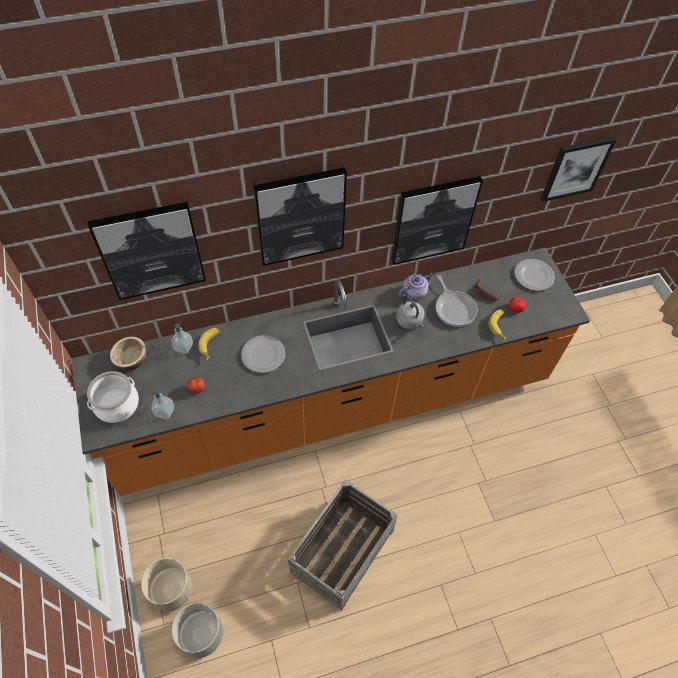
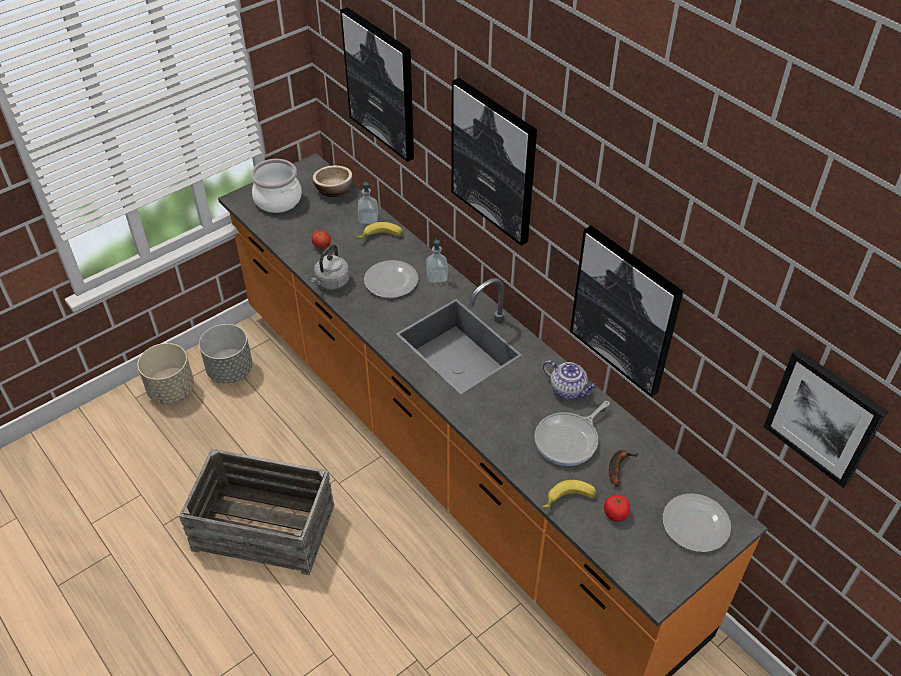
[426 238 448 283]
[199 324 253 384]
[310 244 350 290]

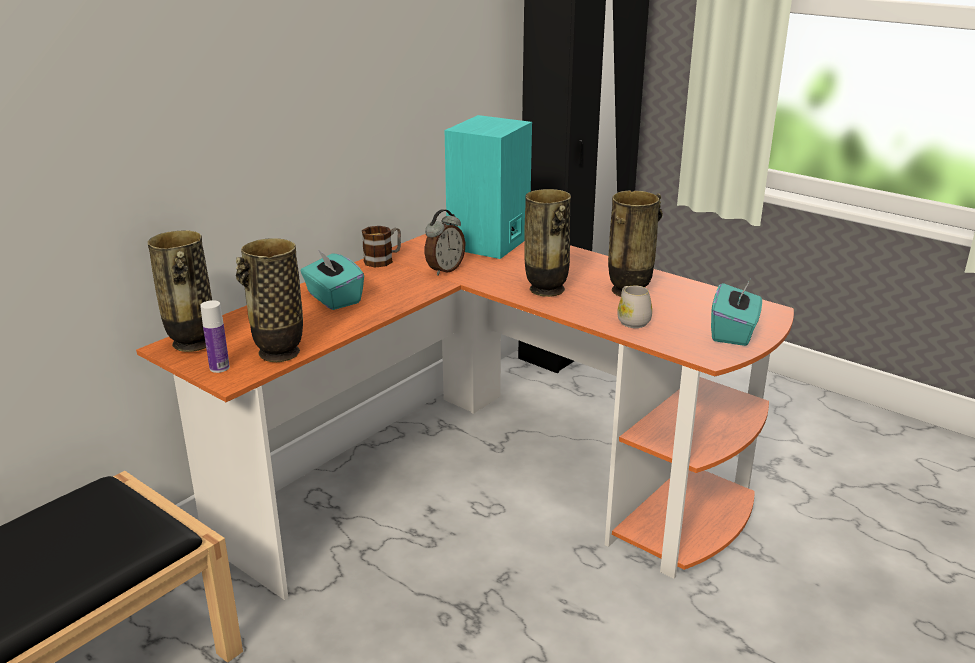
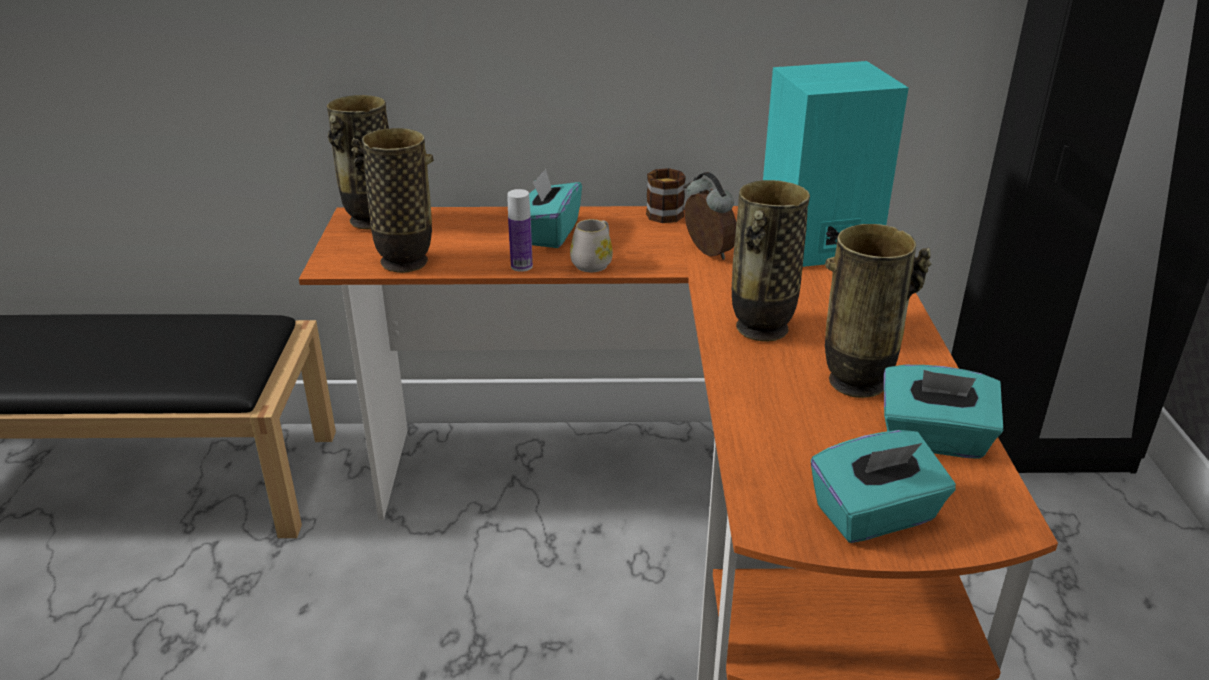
[884 365 1004 459]
[507 189 533 272]
[570 219 613 272]
[684 172 736 260]

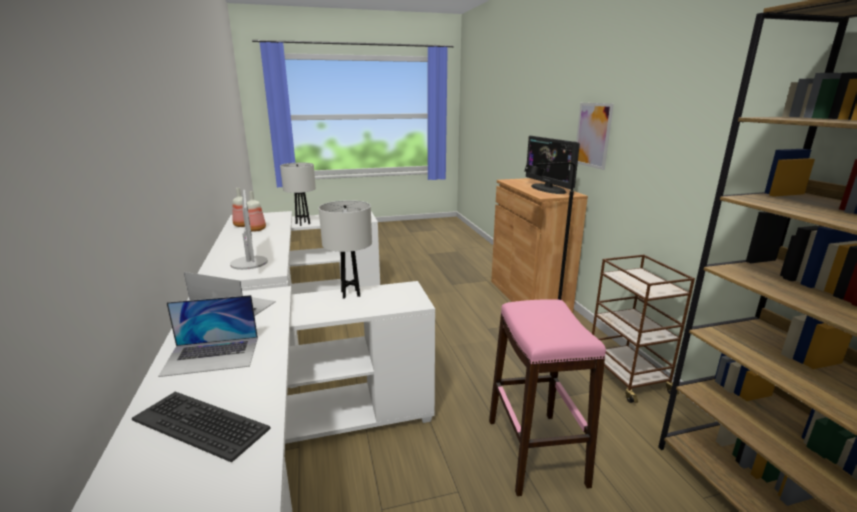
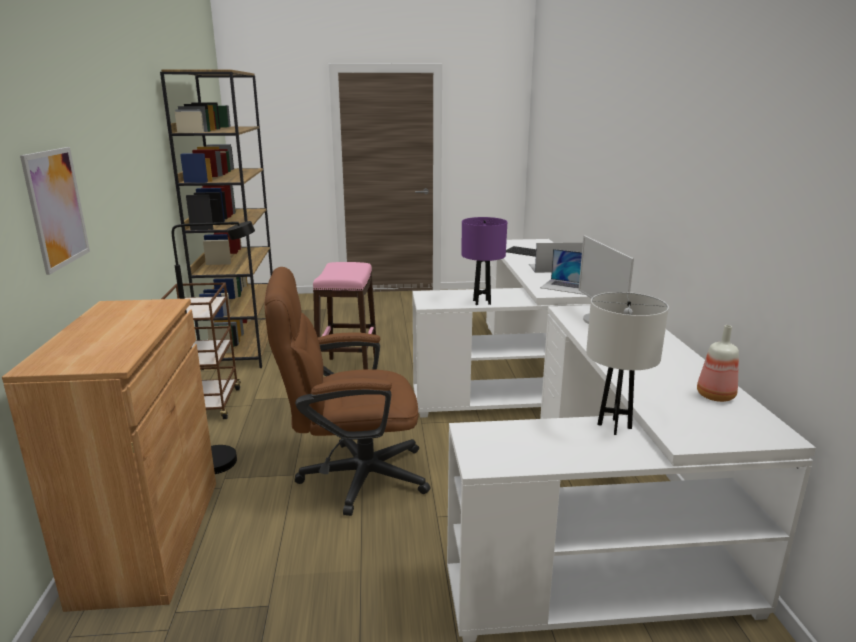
[247 191 266 232] (first image)
[526 136 580 194] (first image)
[264 267 430 516]
[461 217 507 305]

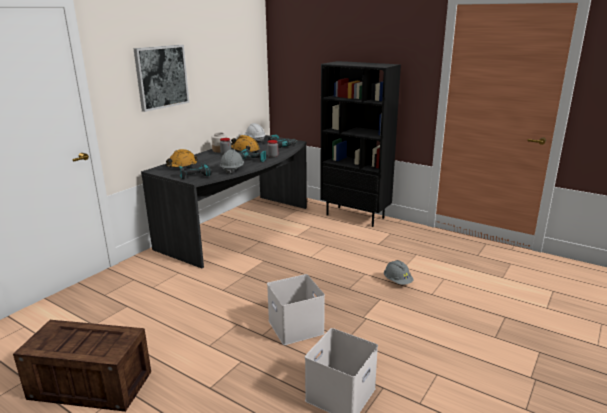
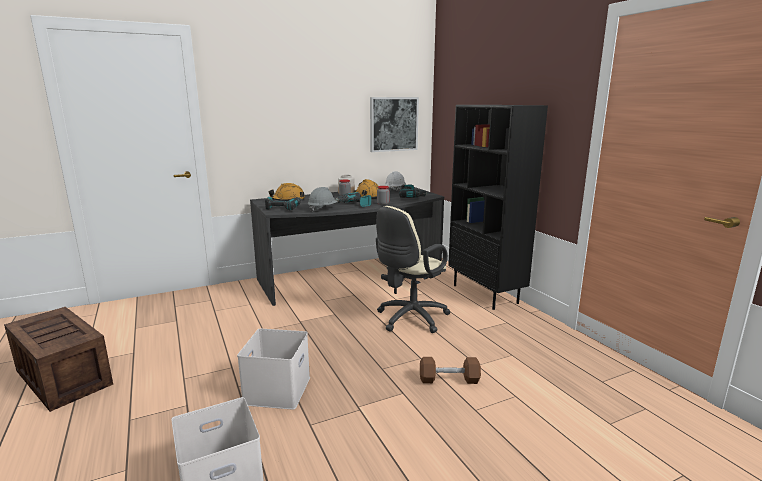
[376 206 451 333]
[370 97 419 152]
[420 357 481 384]

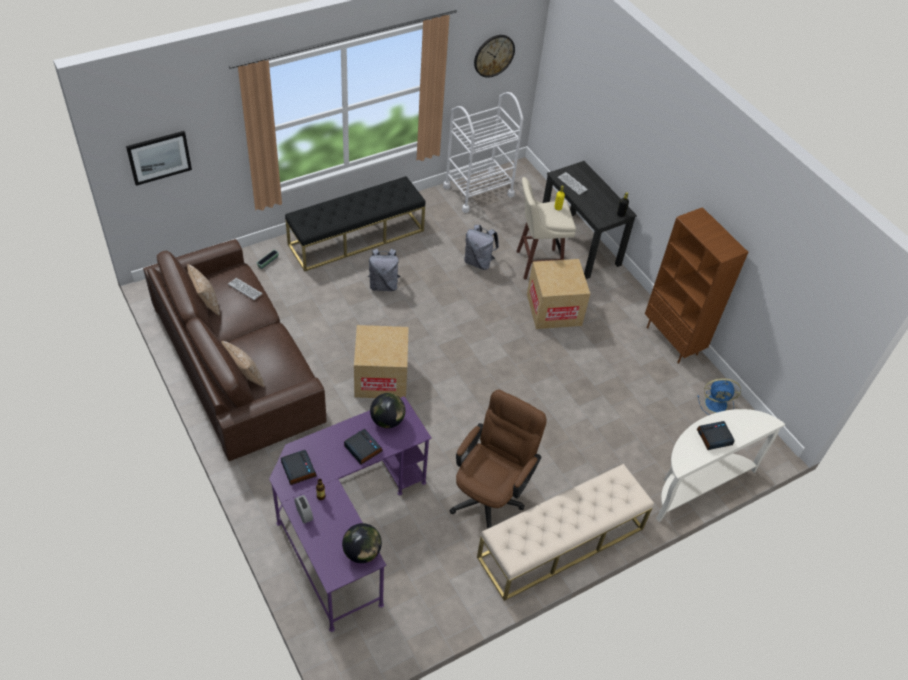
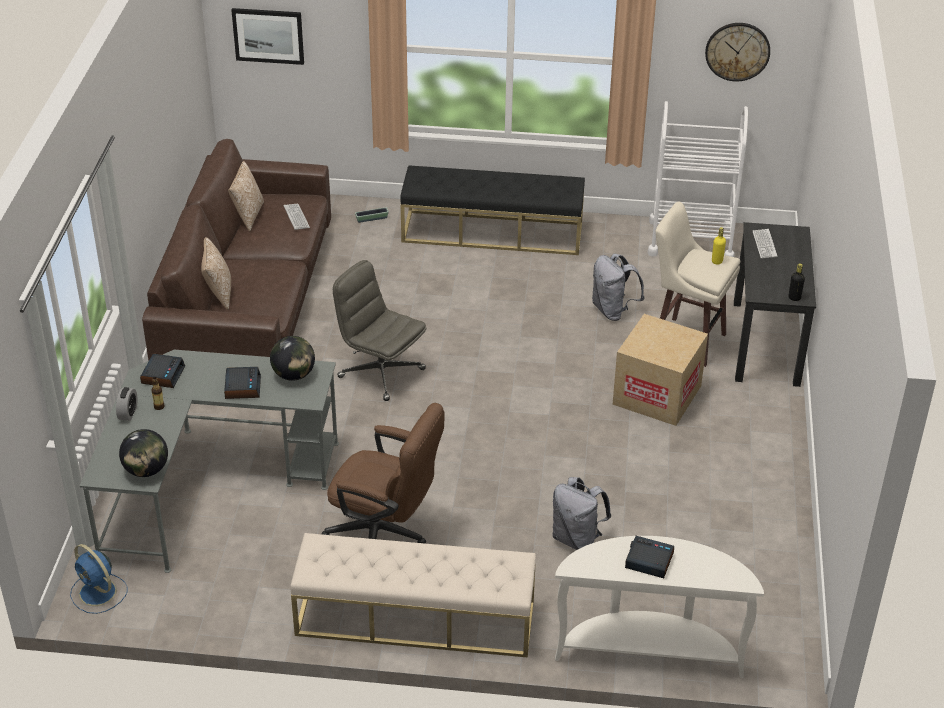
[645 207 748 364] (first image)
[552 477 611 550]
[70 544 127 614]
[333 260 426 401]
[80 350 339 573]
[322 403 445 544]

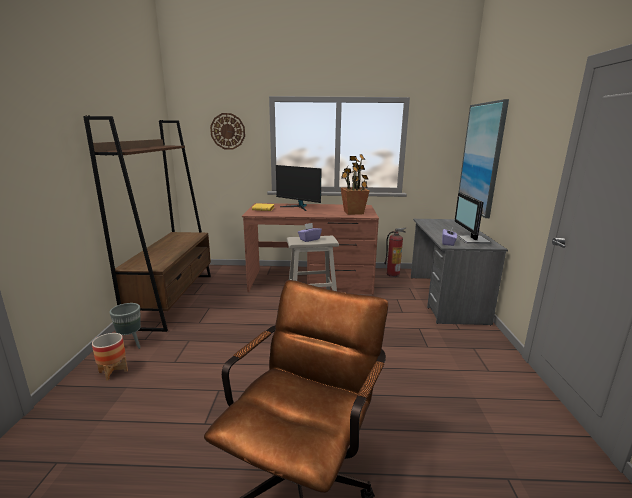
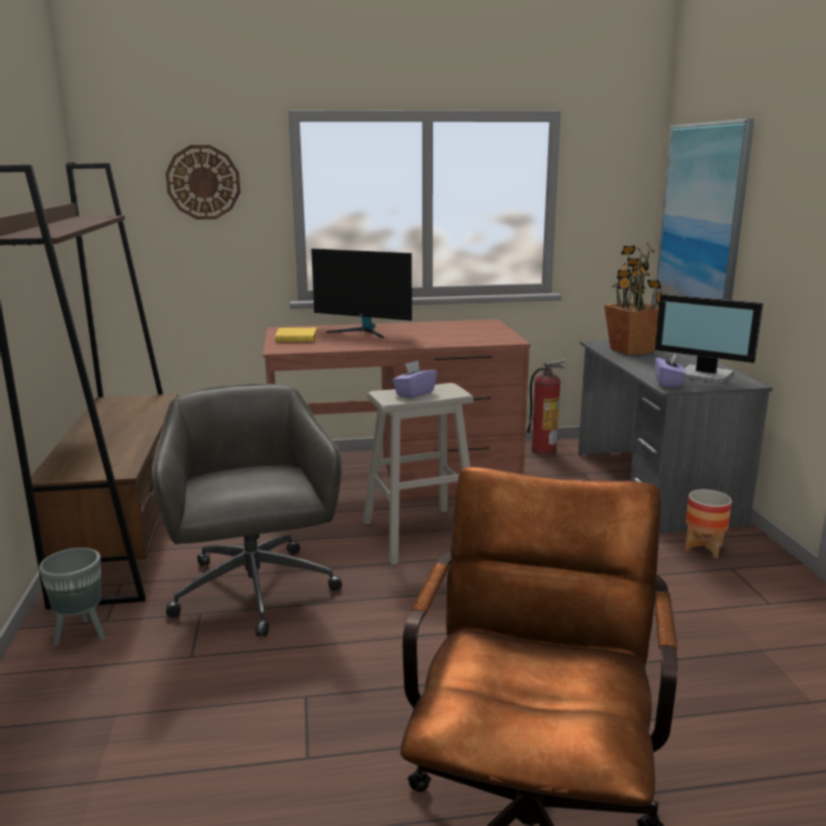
[152 384 342 637]
[685 489 732 558]
[604 243 662 355]
[655 294 763 383]

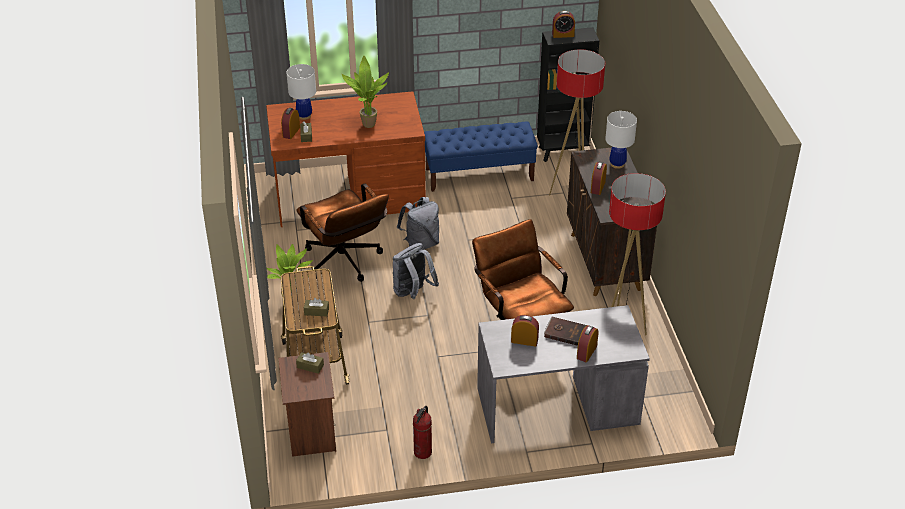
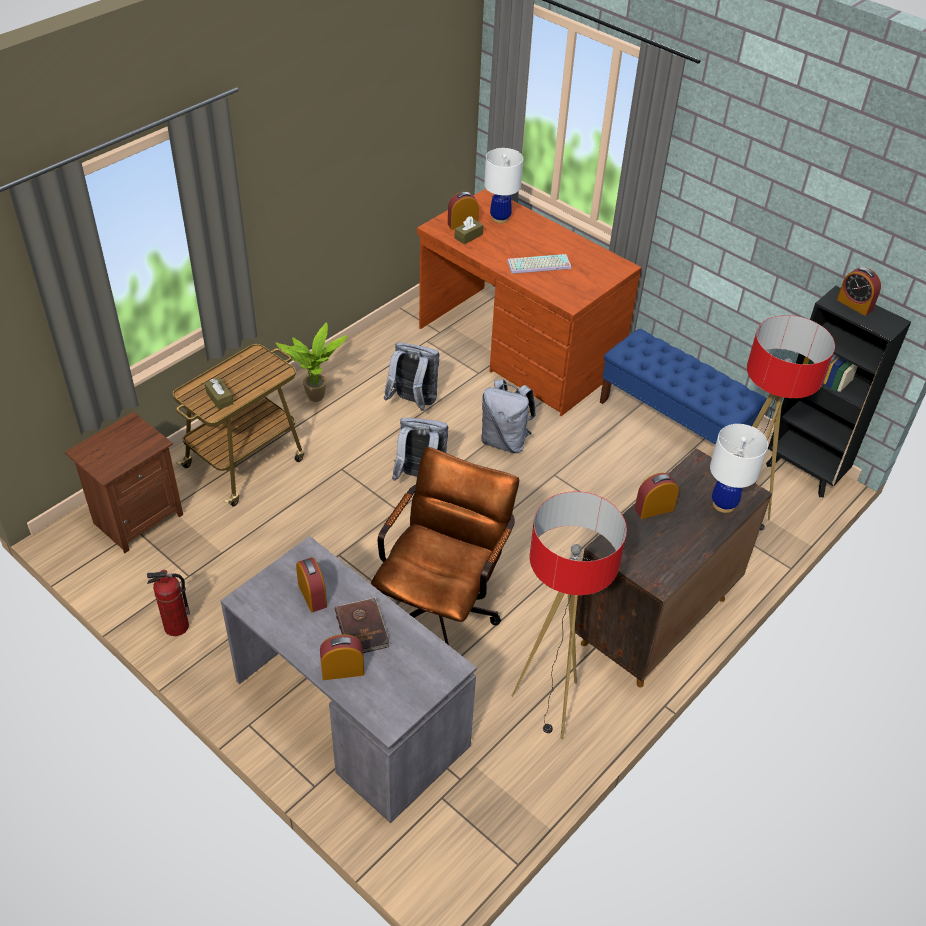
[296 352 324 374] (first image)
[384 343 440 411]
[507 254 571 274]

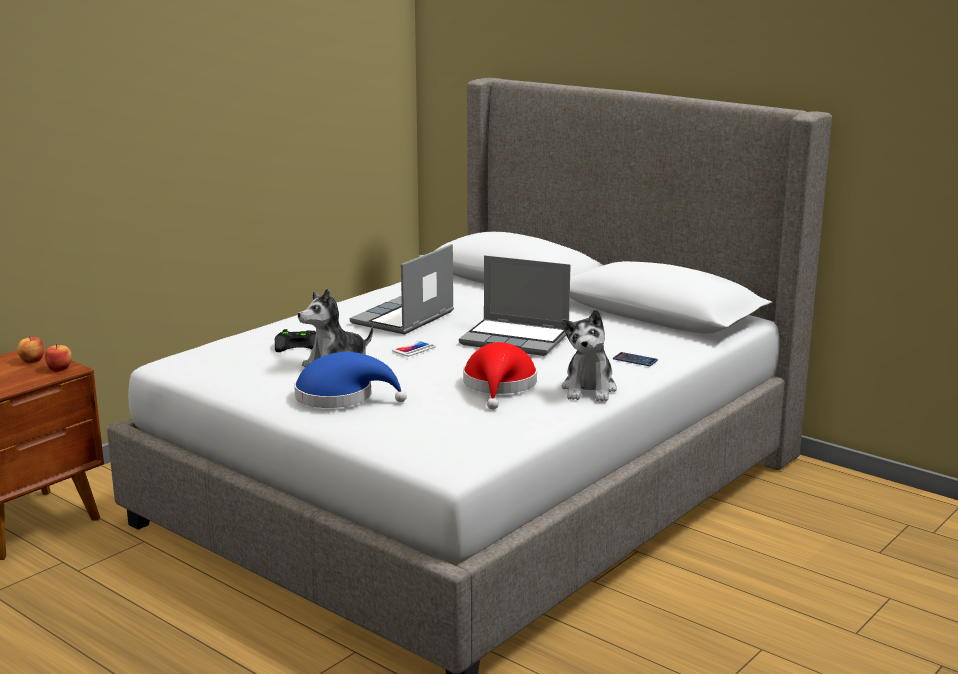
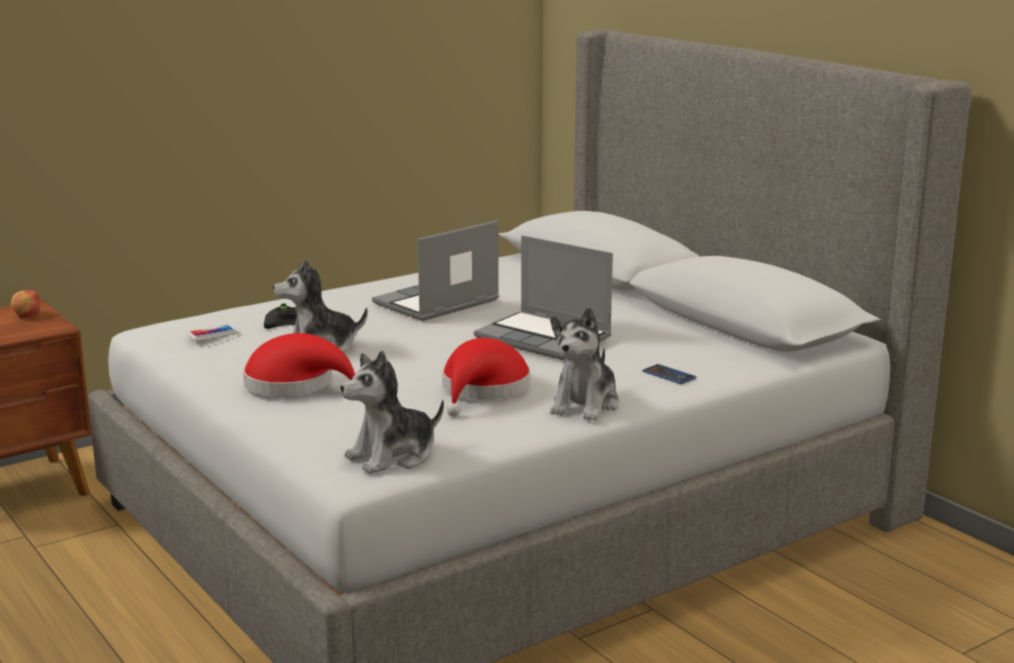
[45 344 72 372] (first image)
[340 351 444 474]
[186 324 240 341]
[243 333 355 396]

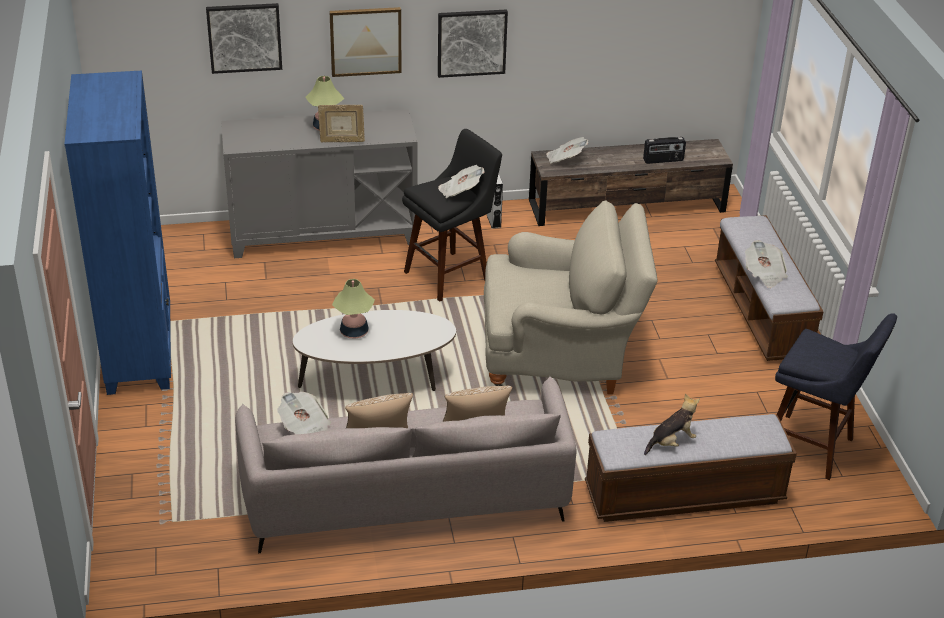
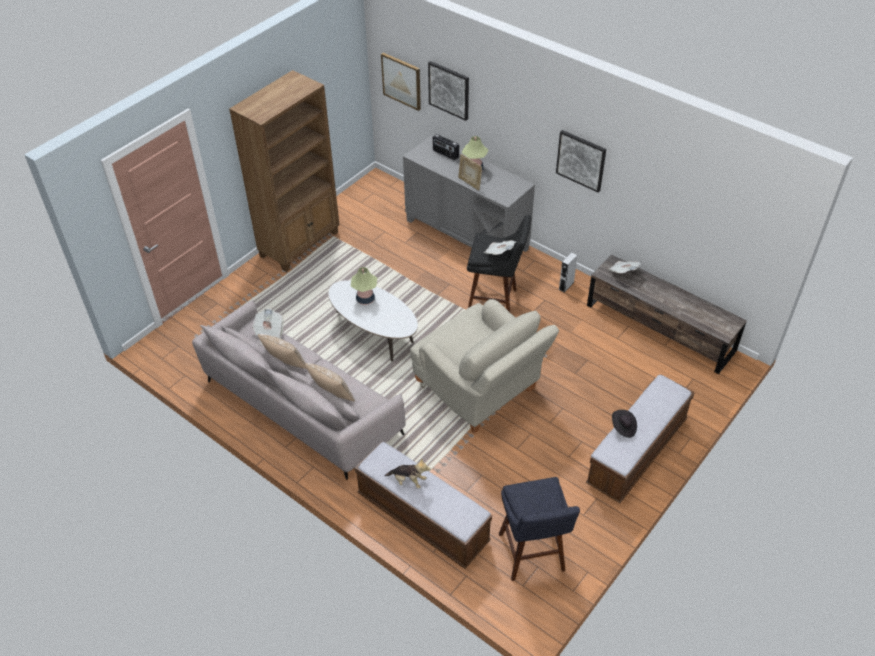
[381 53 421 111]
[433 134 459 160]
[612 410 637 438]
[229 70 339 272]

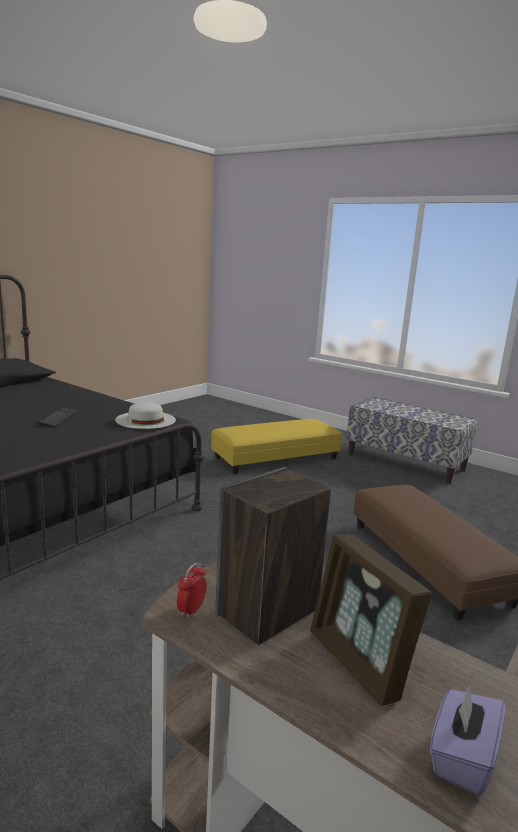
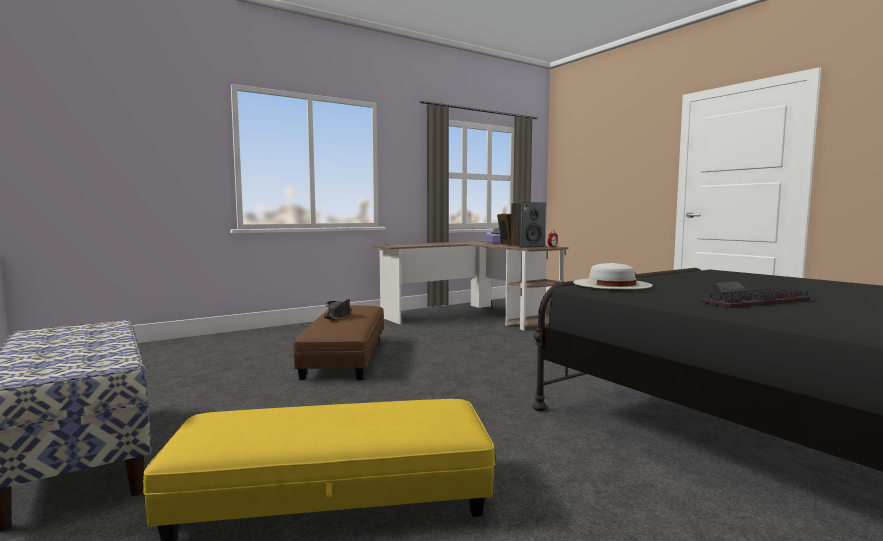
[323 299 352 320]
[700 287 810 308]

